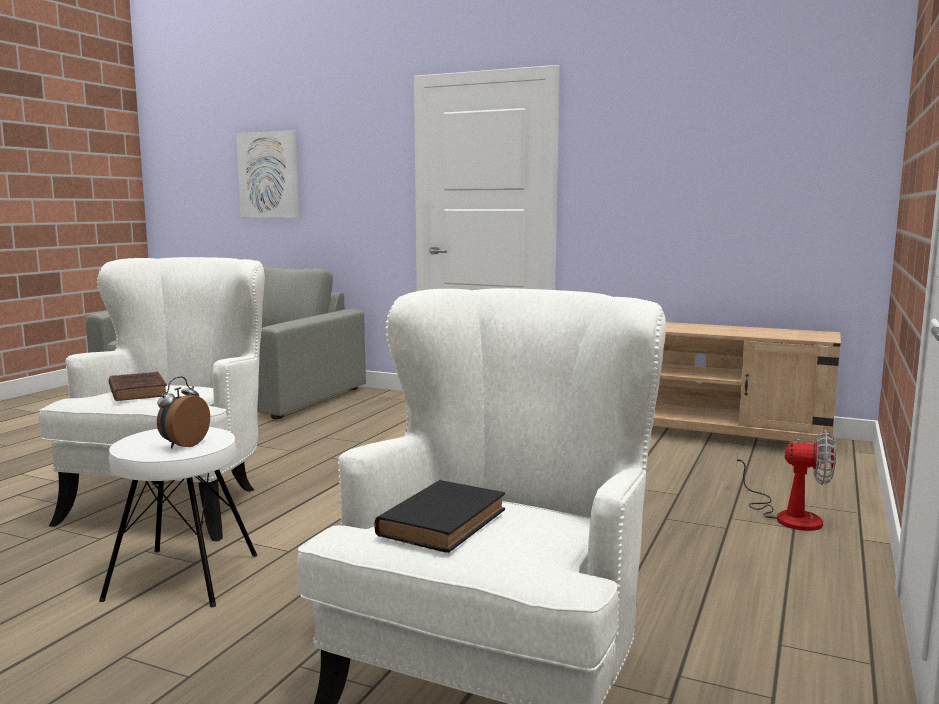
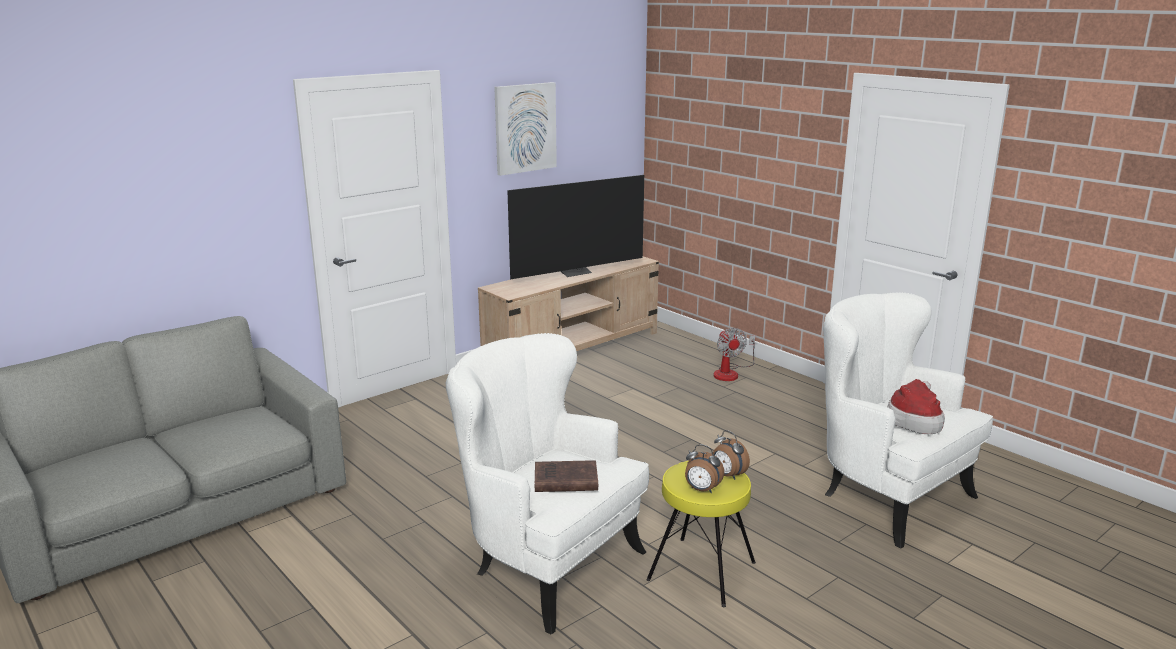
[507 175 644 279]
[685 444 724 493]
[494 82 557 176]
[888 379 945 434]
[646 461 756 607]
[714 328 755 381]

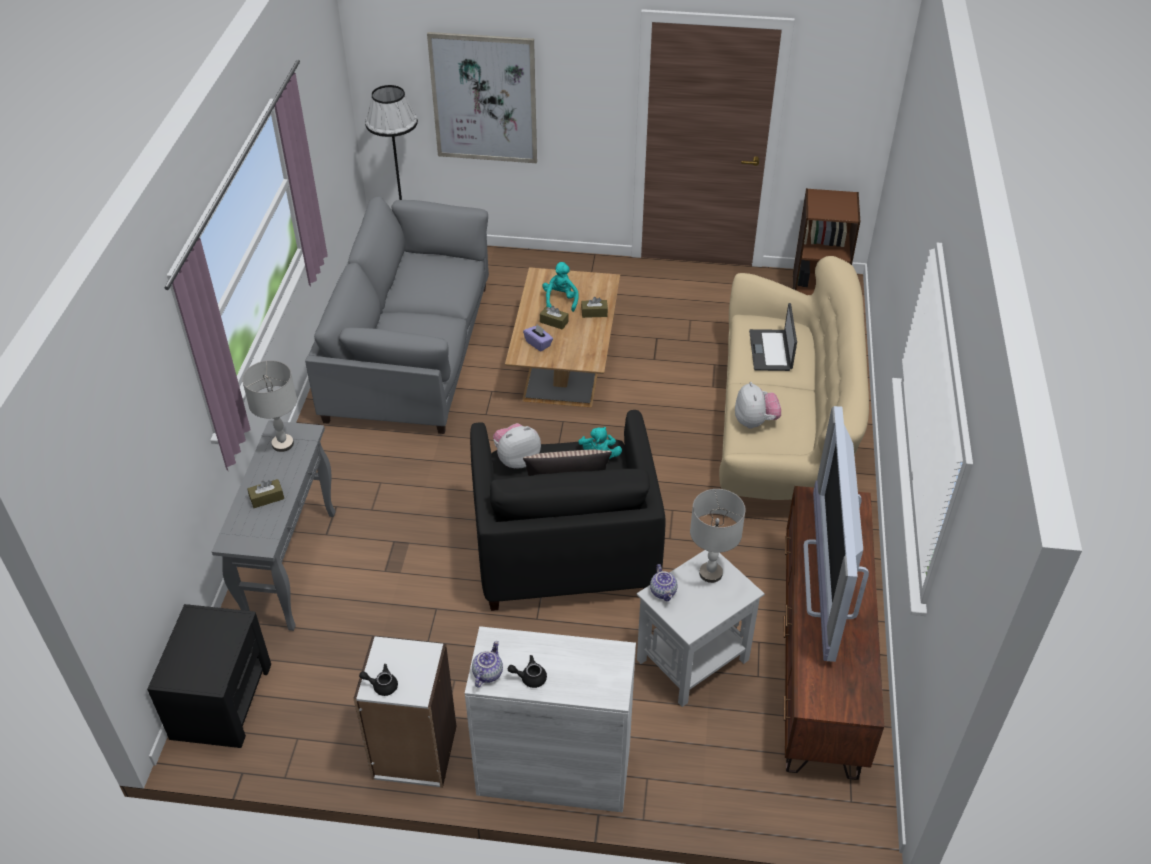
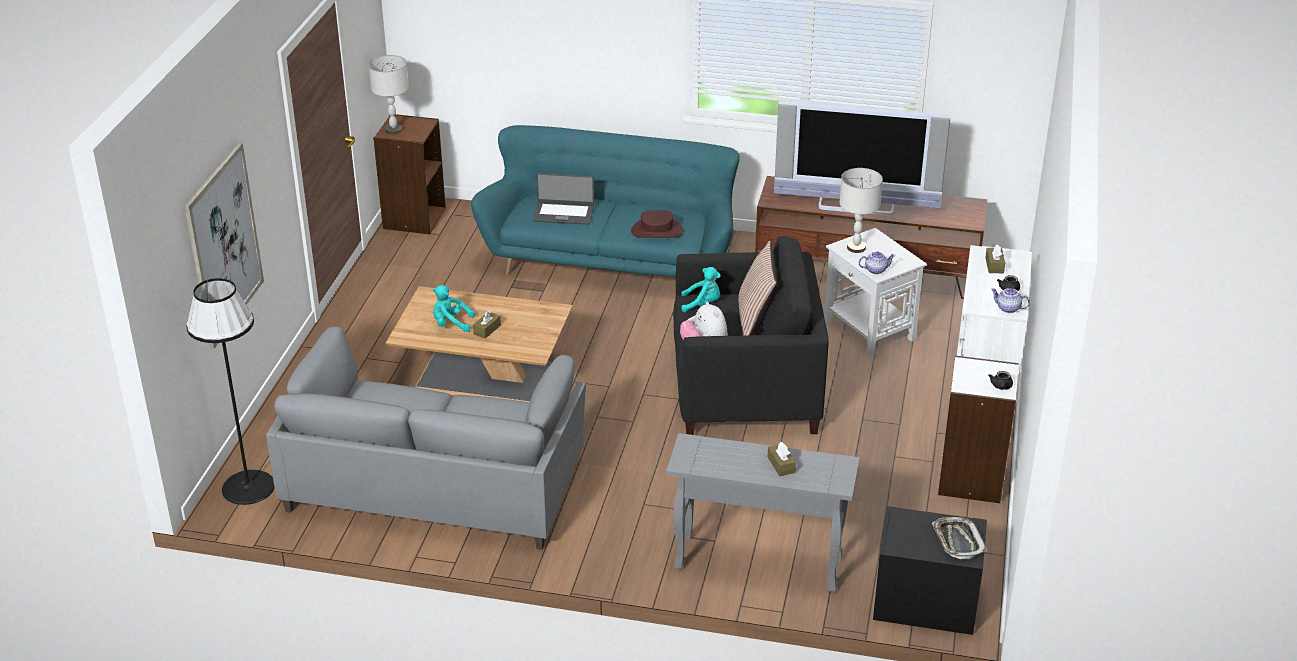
[523 324 553 352] (first image)
[932 517 987 559]
[368 55 409 134]
[985 244 1005 273]
[631 210 683 238]
[471 125 740 277]

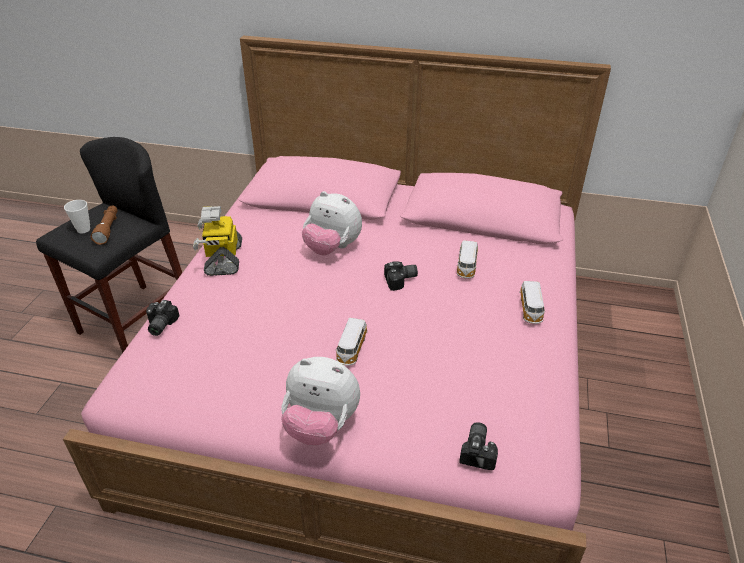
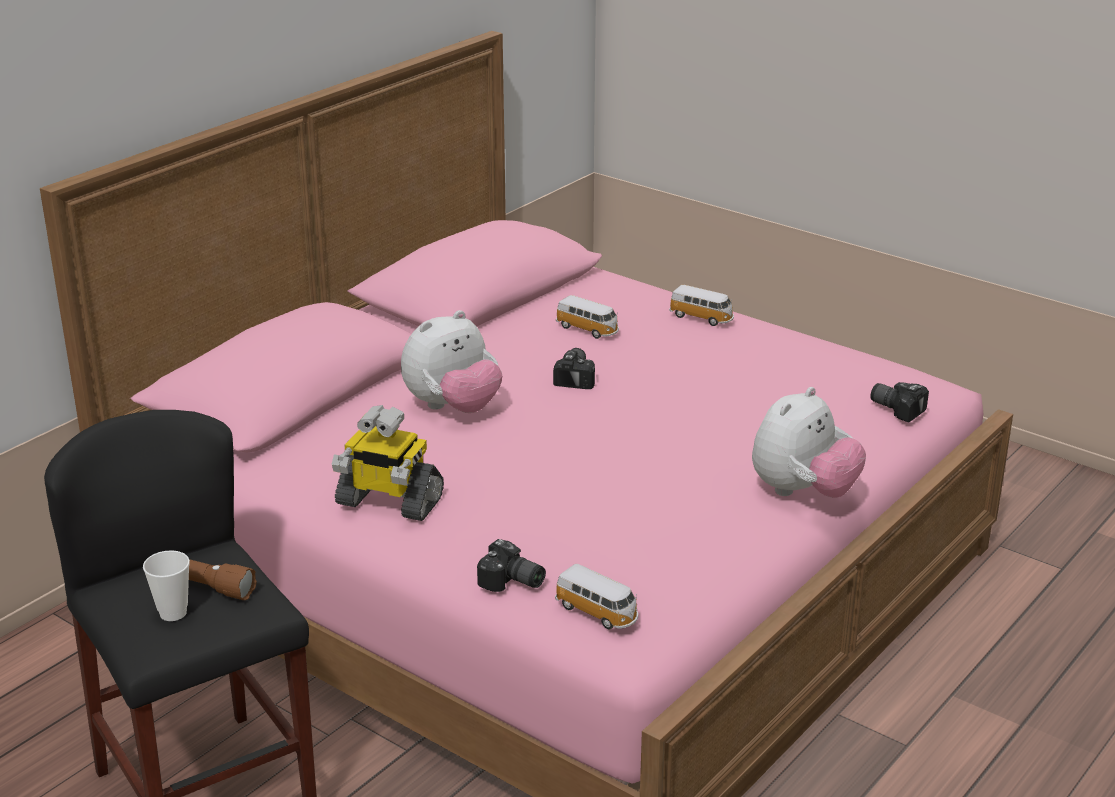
[555 564 638 630]

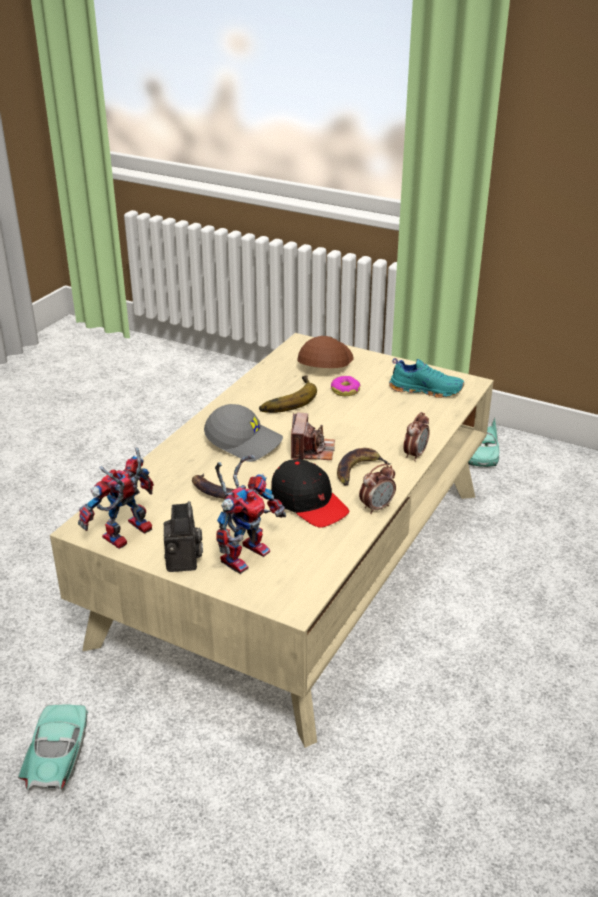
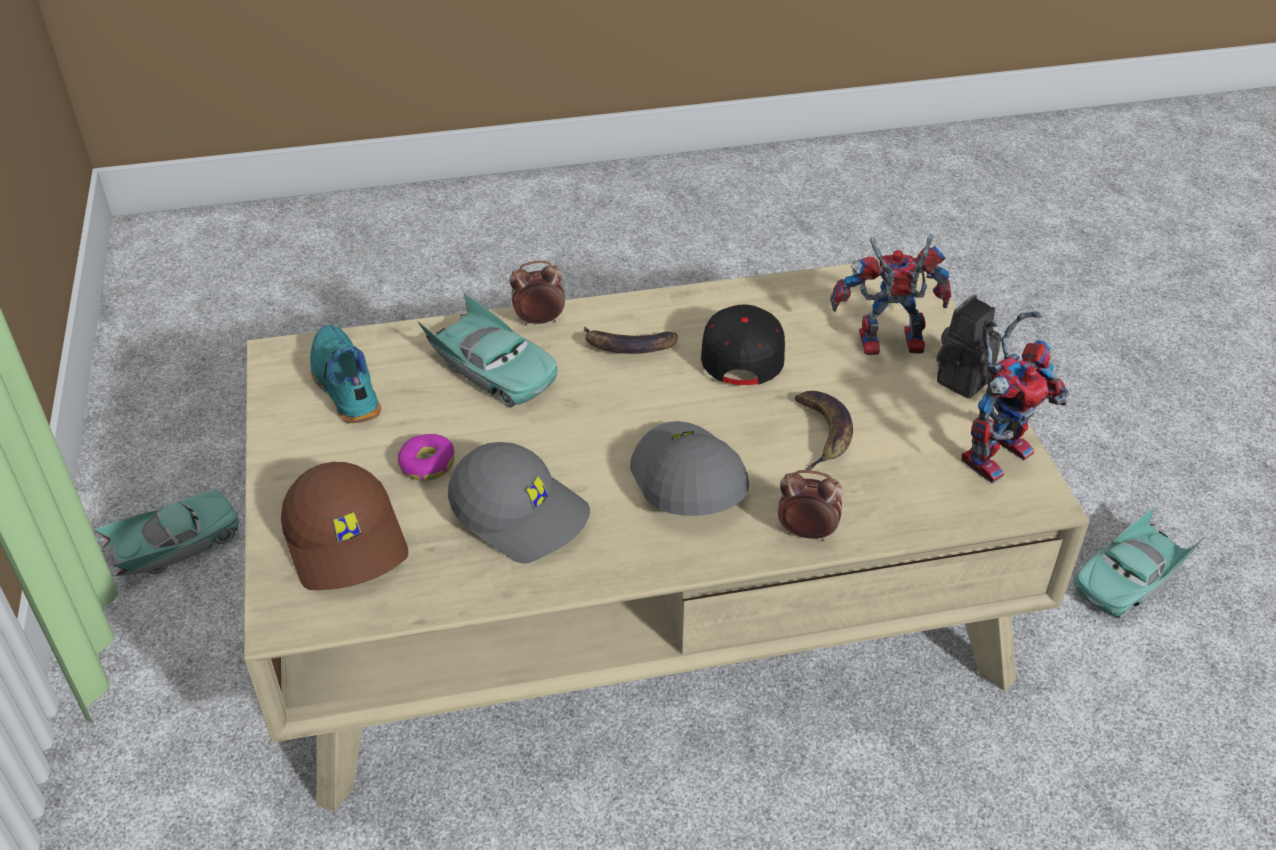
[291 413 335 460] (first image)
[418 293 558 407]
[778 470 843 541]
[448 442 590 563]
[961 311 1069 483]
[281 462 408 590]

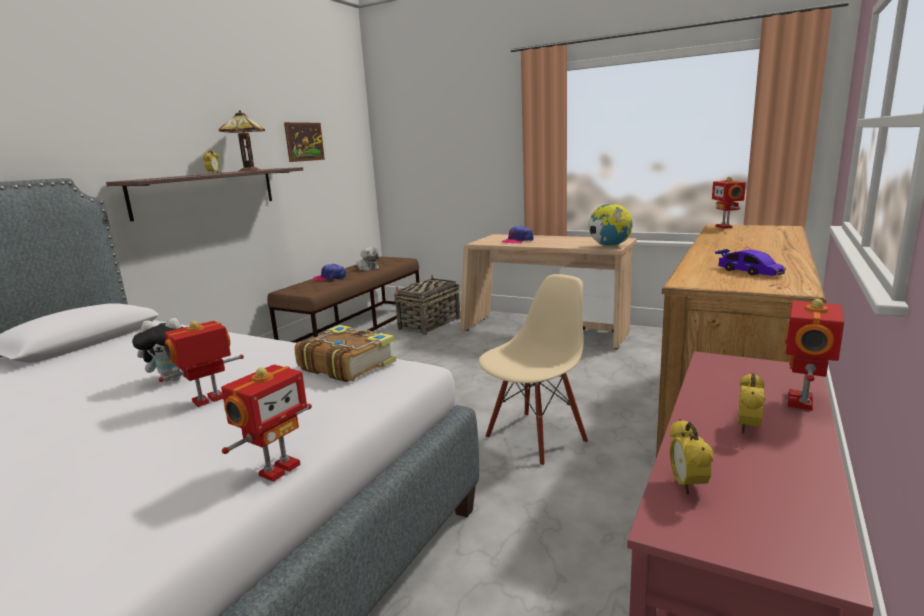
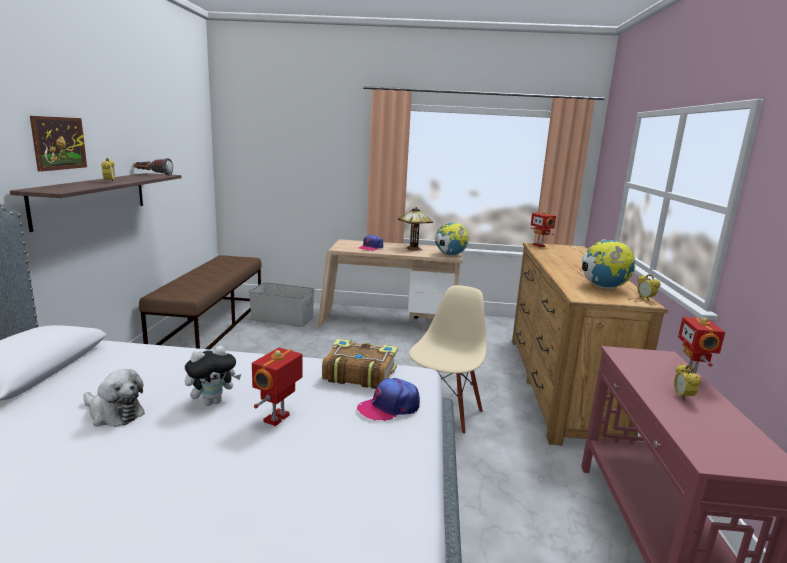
[221 365 312 482] (first image)
[134 158 173 176]
[398 207 433 251]
[30 116 87 172]
[357 378 420 421]
[83 369 145 427]
[637 274 661 301]
[249 282 315 327]
[582 239 635 289]

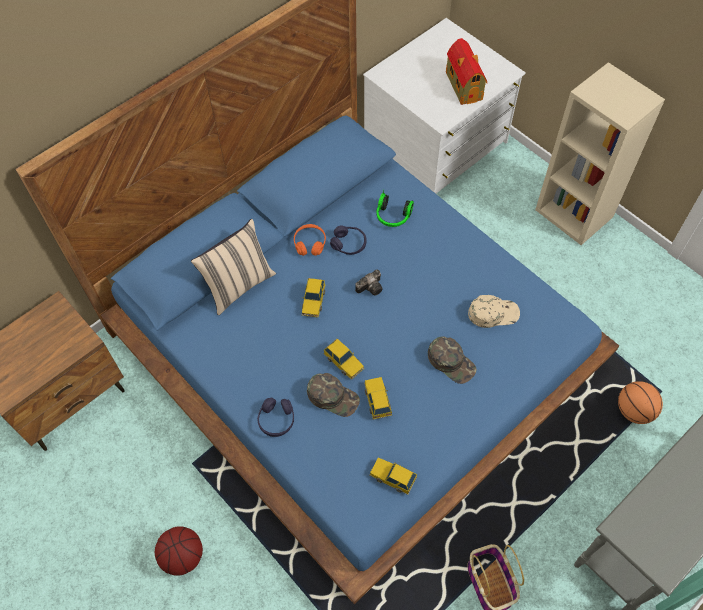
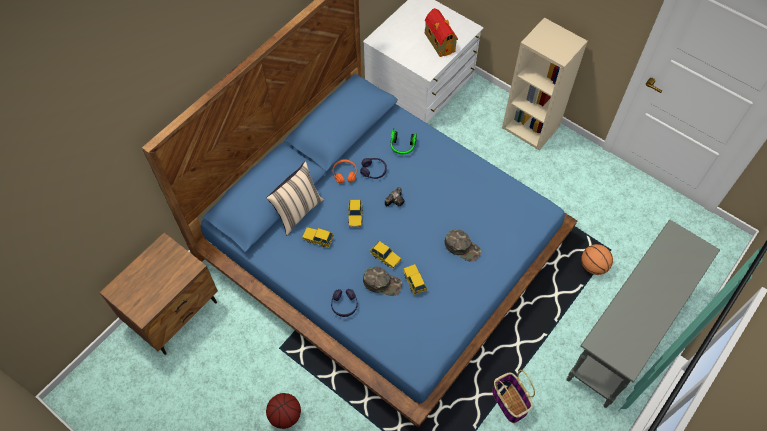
[468 295 520 328] (first image)
[302 227 334 248]

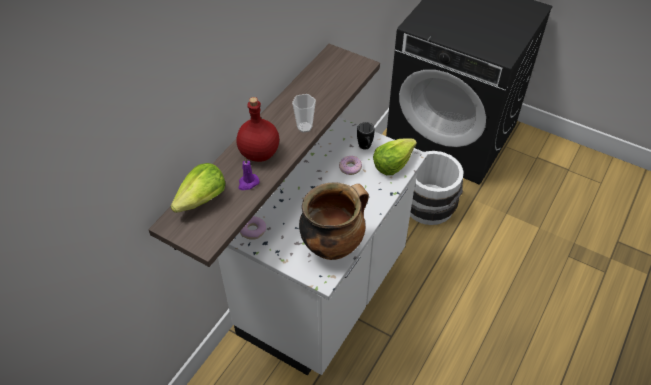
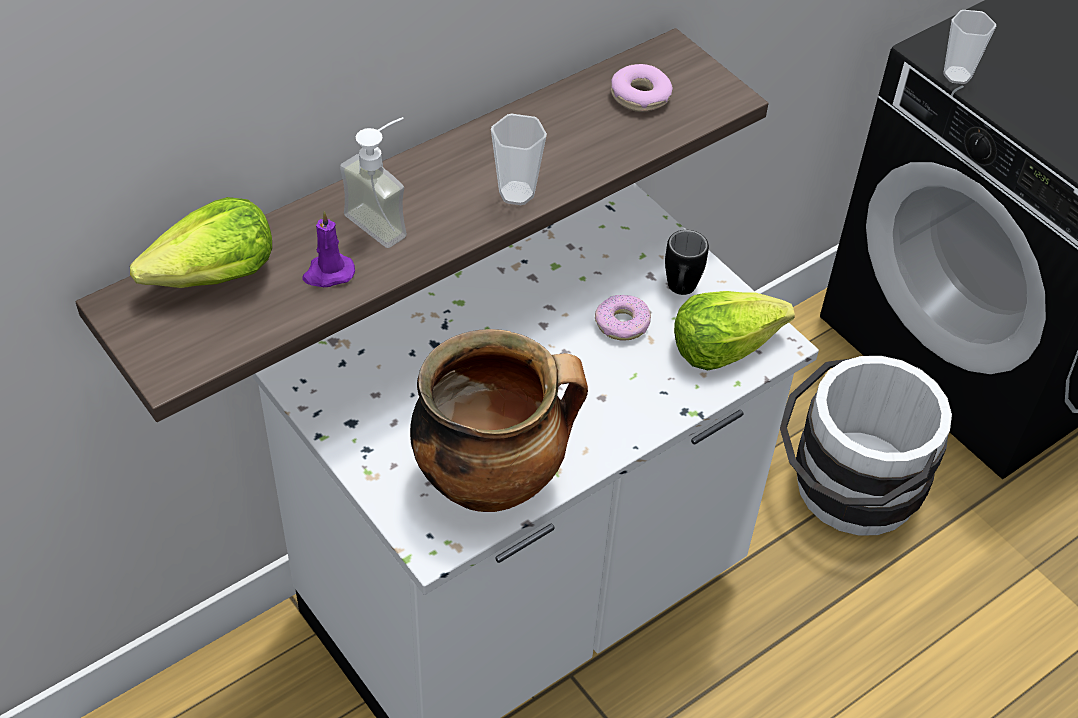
[943 10 996 84]
[611 64 673 112]
[340 117 407 248]

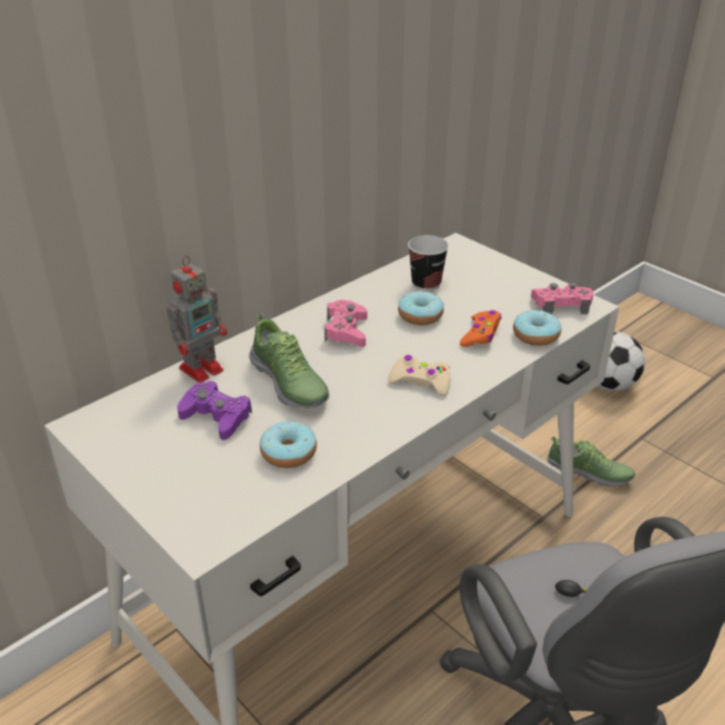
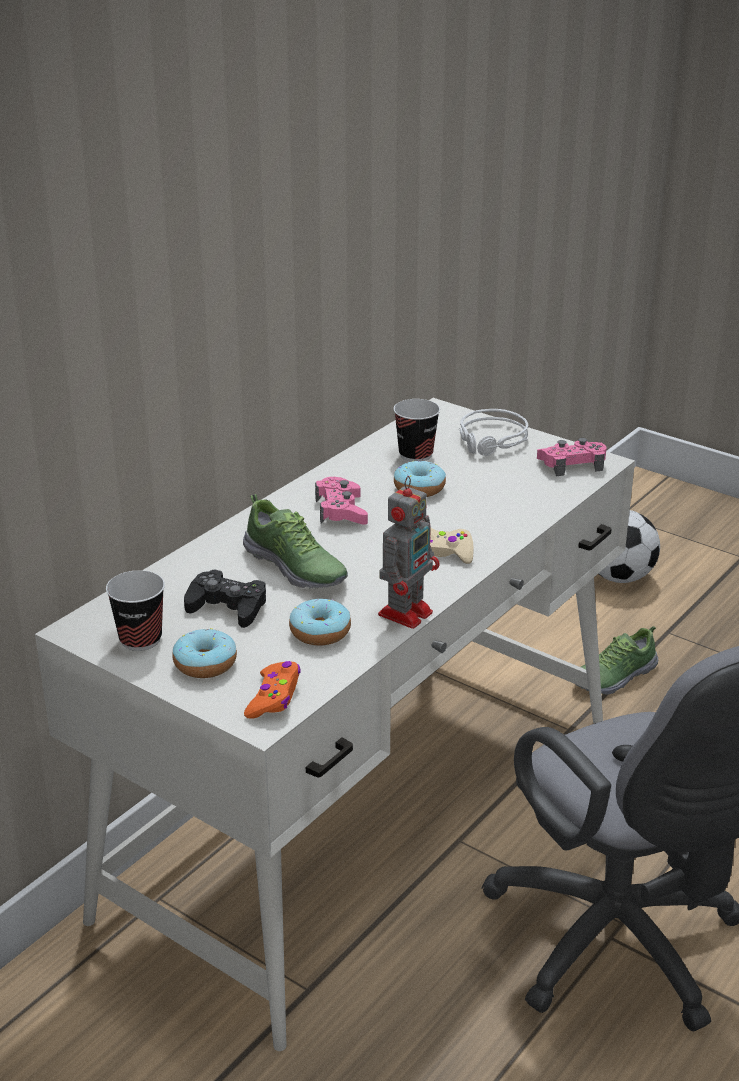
[106 570 165 651]
[460 409 529 456]
[378 476 440 629]
[244 661 301 719]
[172 628 237 678]
[184 570 266 628]
[575 626 658 695]

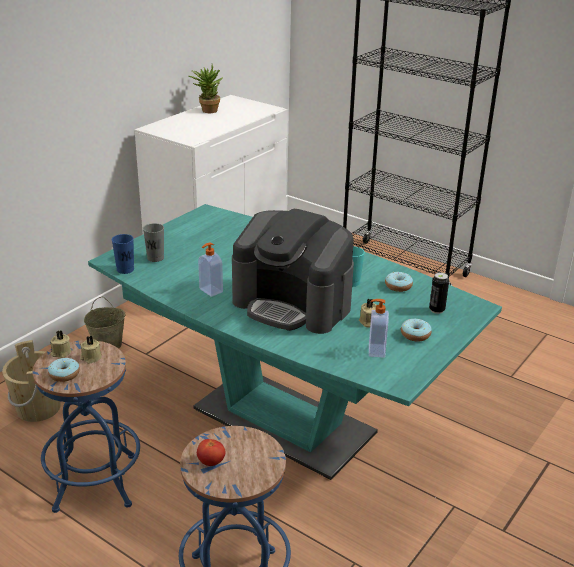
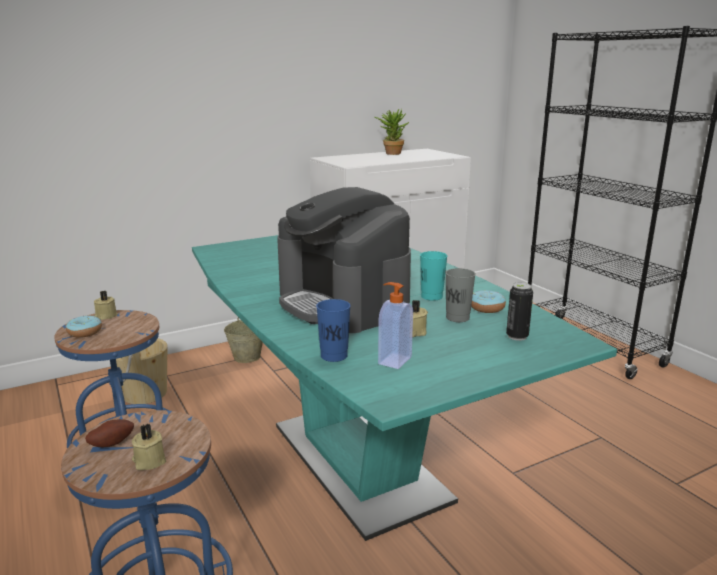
[198 242 223 297] (first image)
[401 319 432 341] (first image)
[132 424 166 470]
[316 299 351 362]
[445 268 476 322]
[85 419 134 447]

